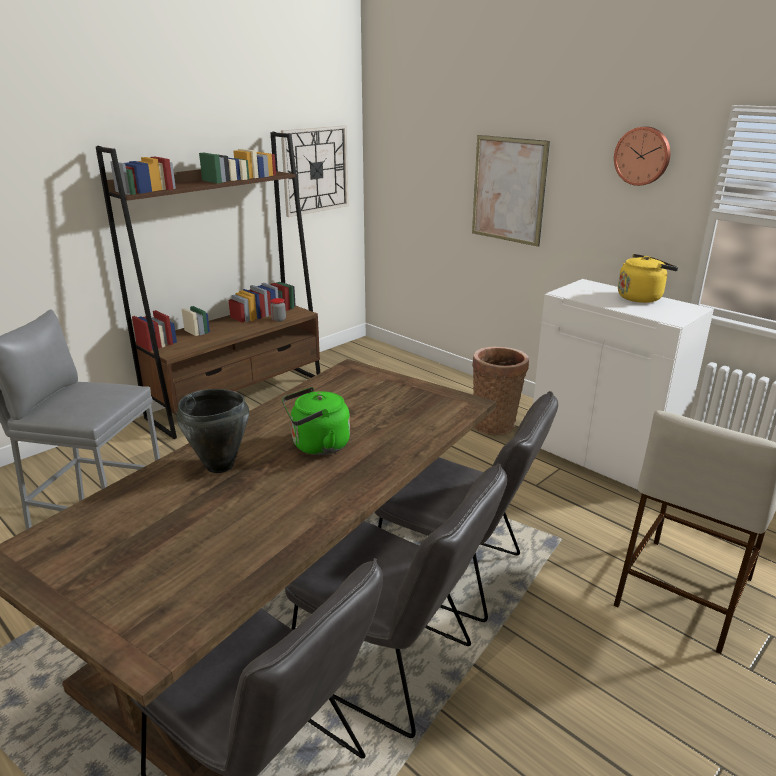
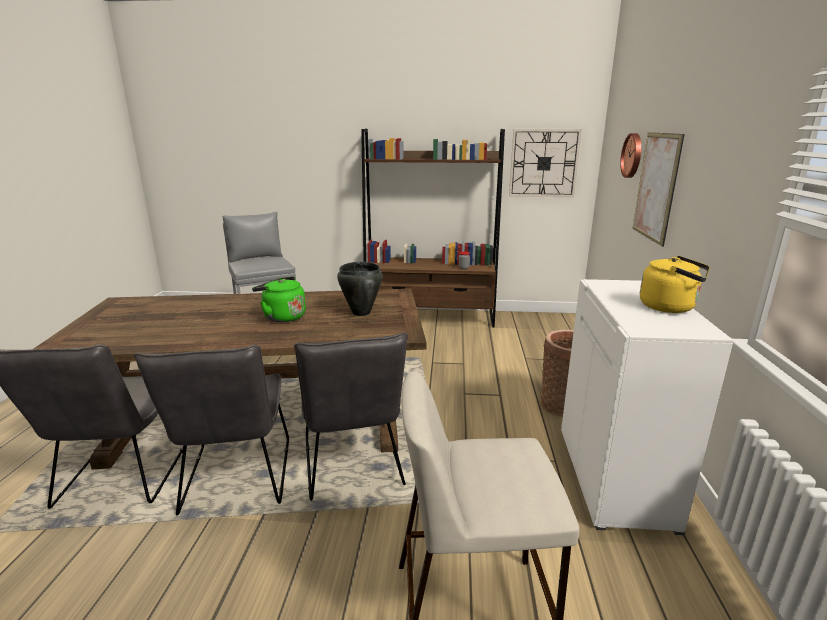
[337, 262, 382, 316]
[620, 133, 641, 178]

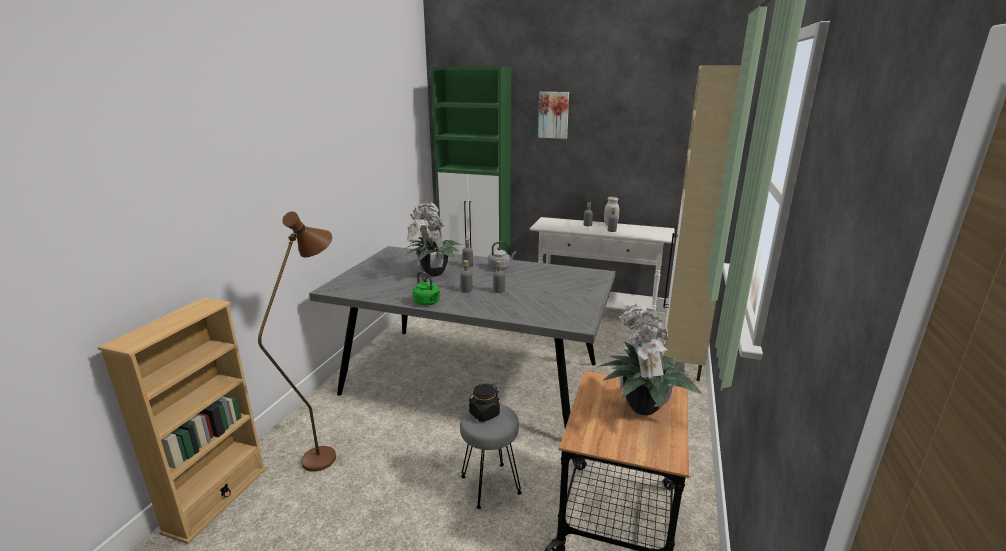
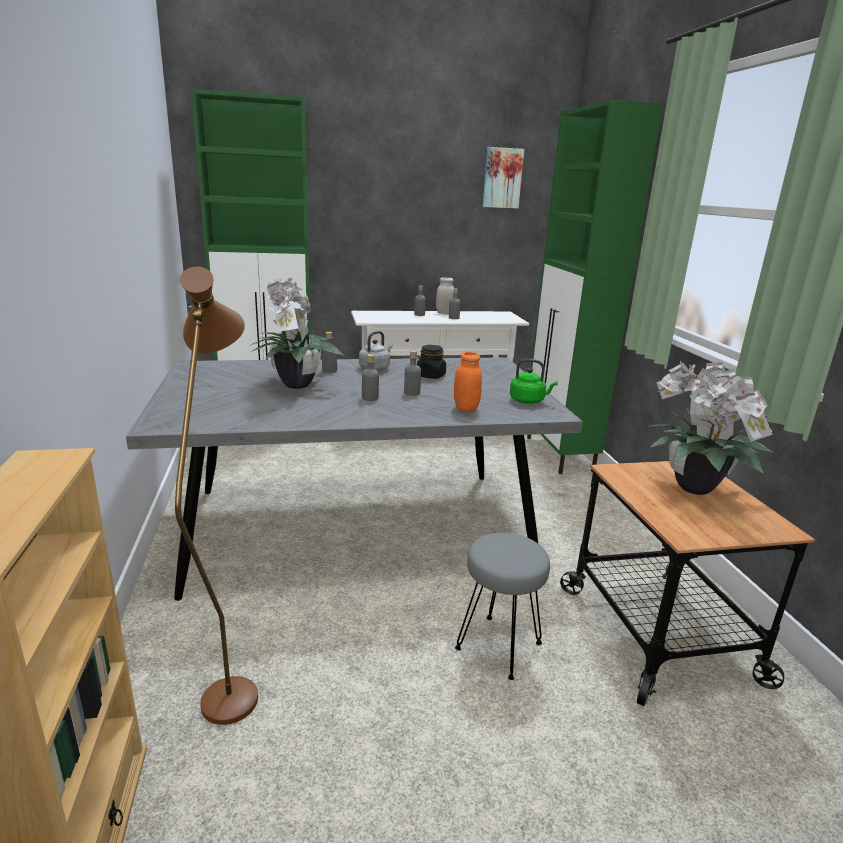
[510, 359, 558, 404]
[417, 345, 446, 379]
[483, 147, 524, 209]
[527, 99, 663, 474]
[454, 352, 482, 412]

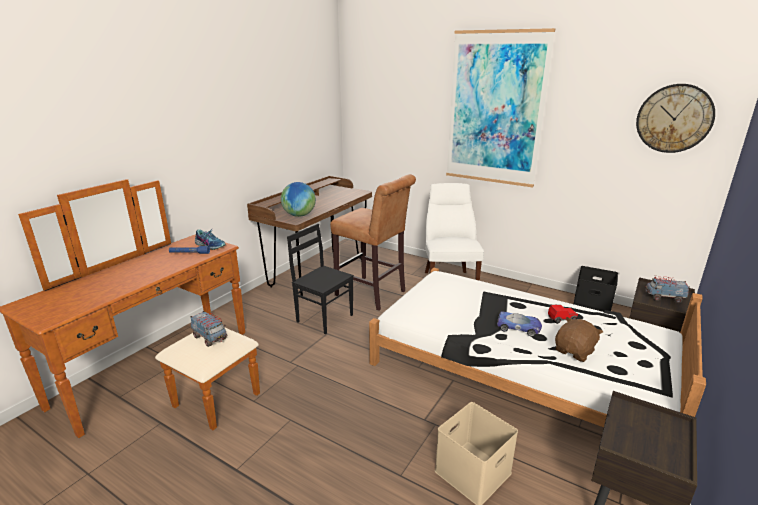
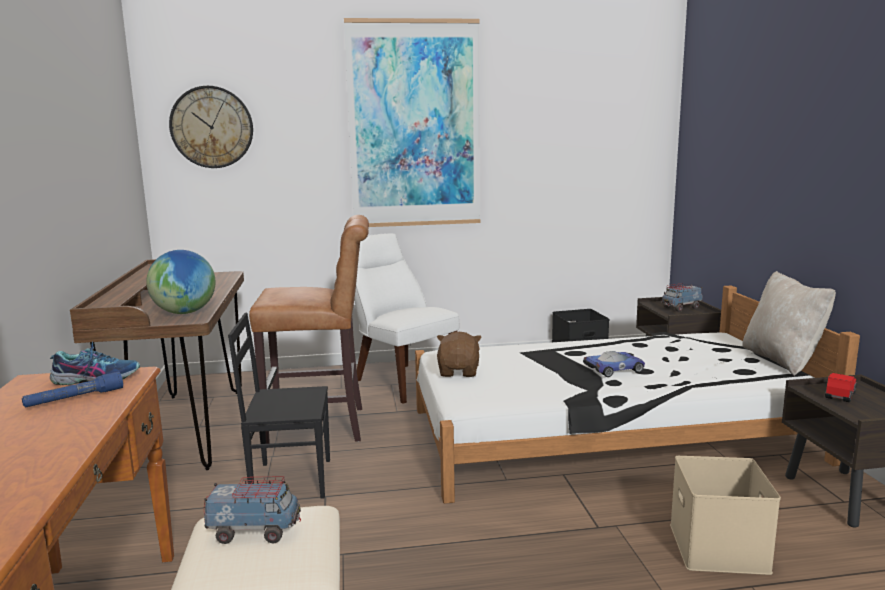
[825, 373, 857, 402]
[437, 332, 482, 377]
[169, 86, 253, 168]
[742, 271, 836, 376]

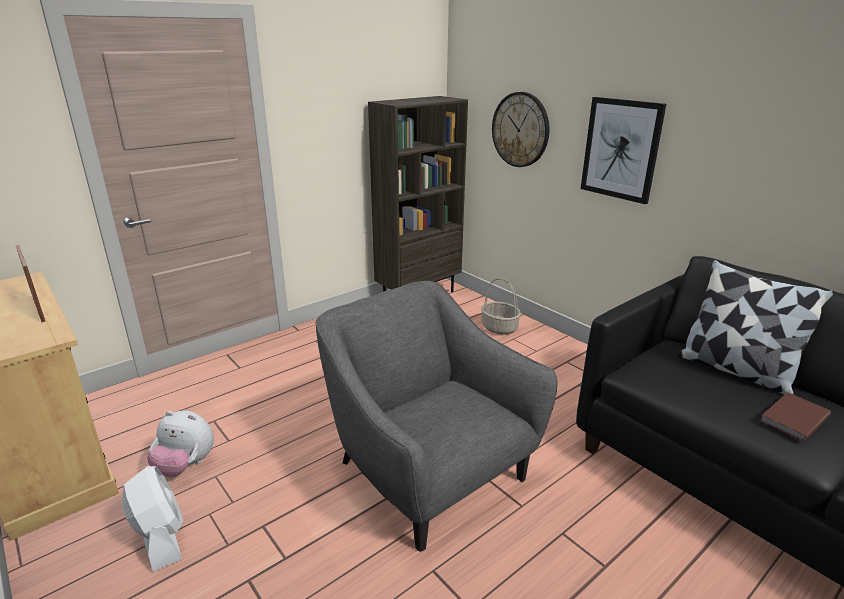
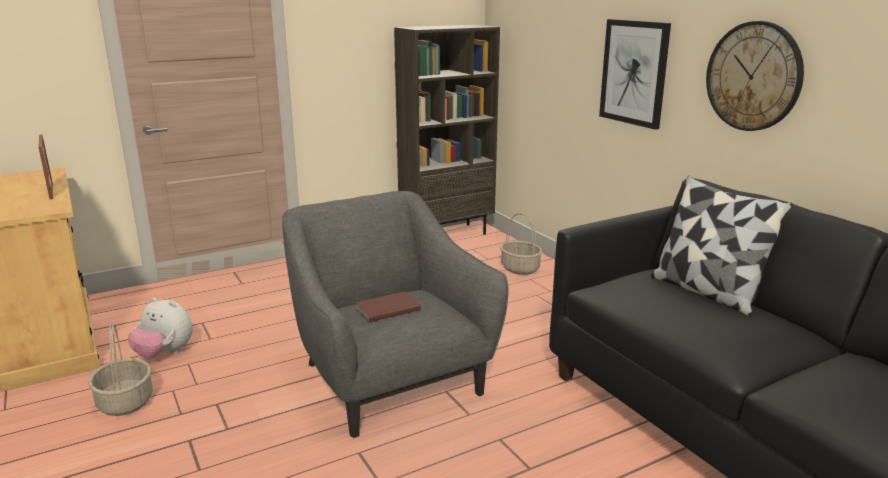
[88, 324, 153, 416]
[706, 21, 804, 131]
[355, 291, 421, 322]

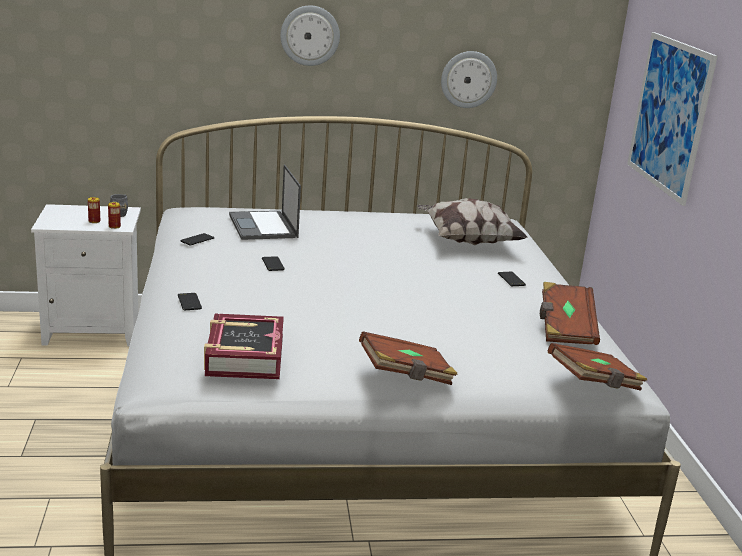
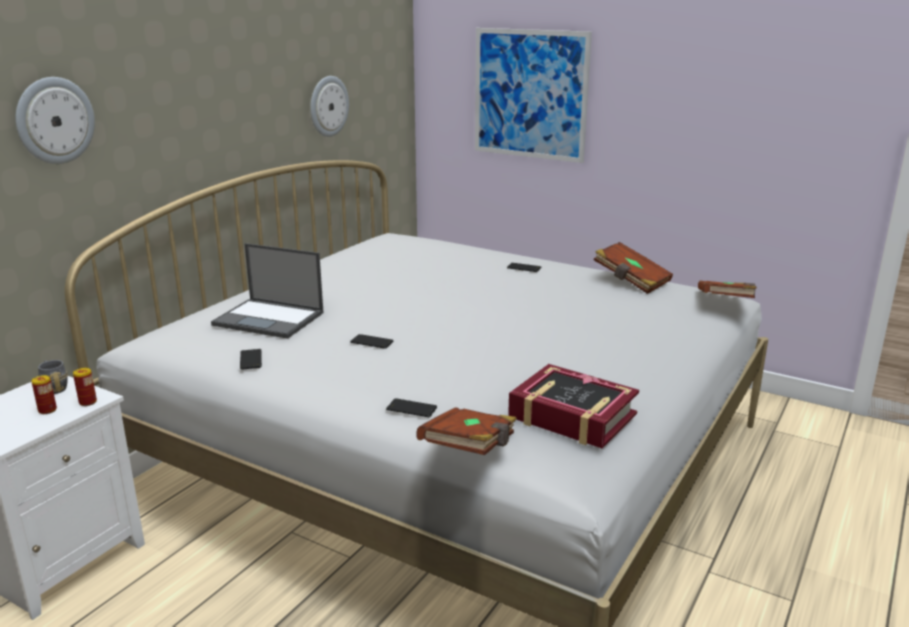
[15, 77, 95, 164]
[416, 407, 517, 455]
[417, 198, 527, 245] (first image)

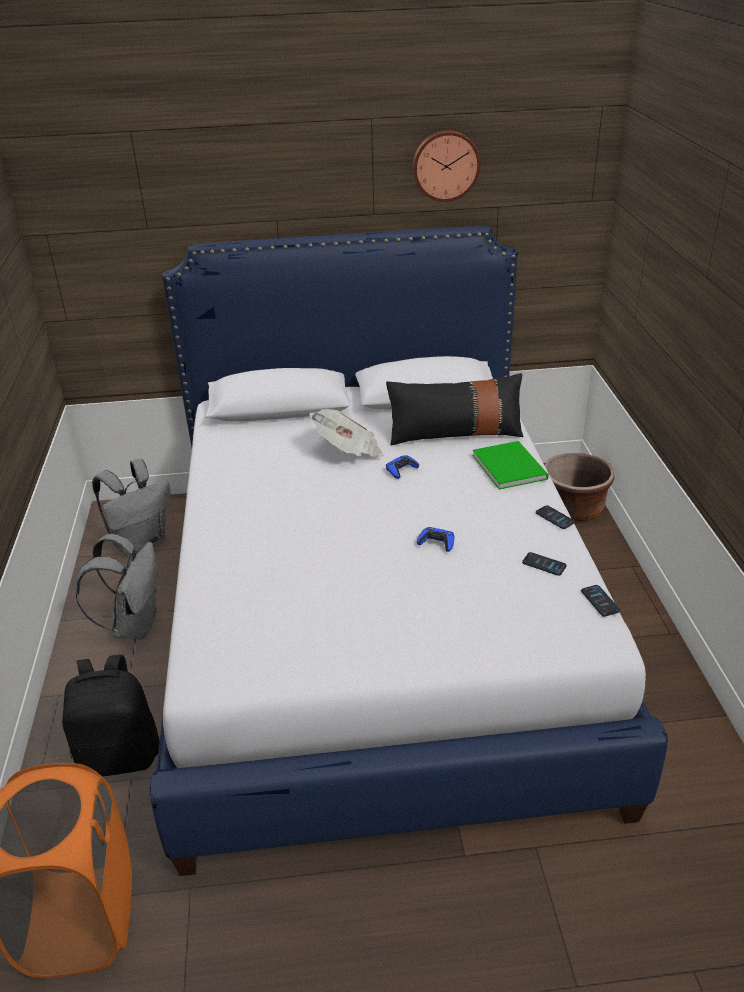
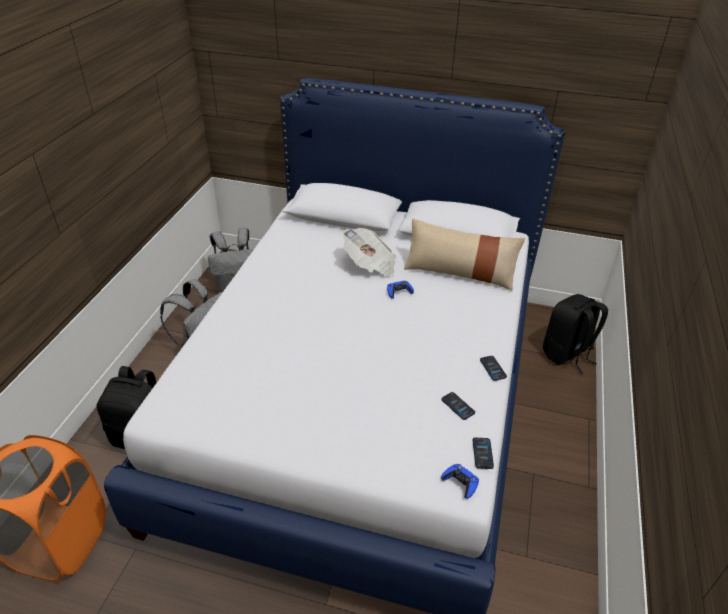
[404, 218, 525, 291]
[412, 130, 480, 202] (first image)
[441, 464, 479, 498]
[472, 441, 549, 489] (first image)
[543, 294, 608, 374]

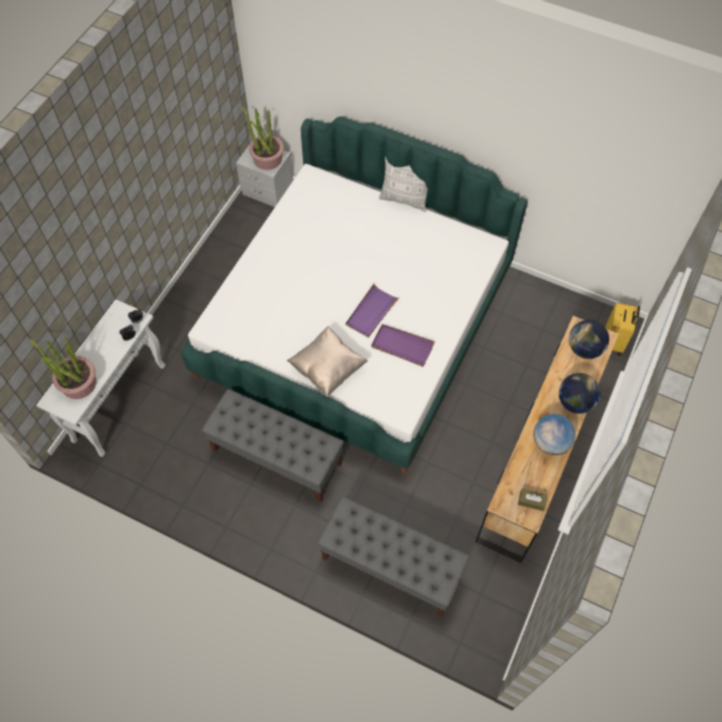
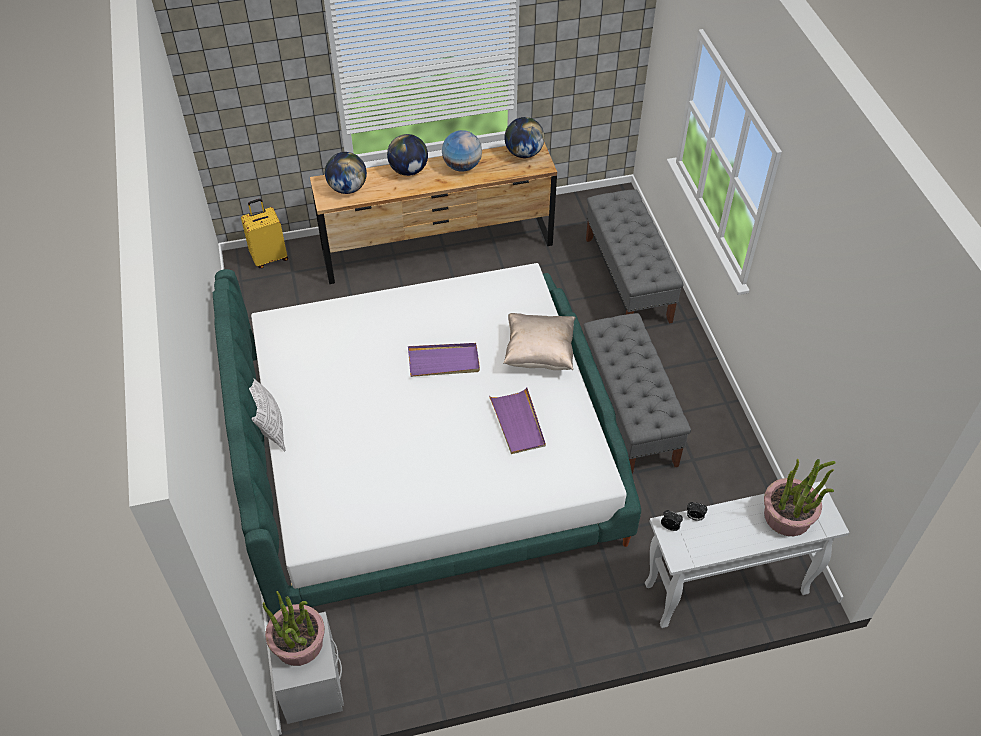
[489, 387, 546, 454]
[505, 117, 545, 158]

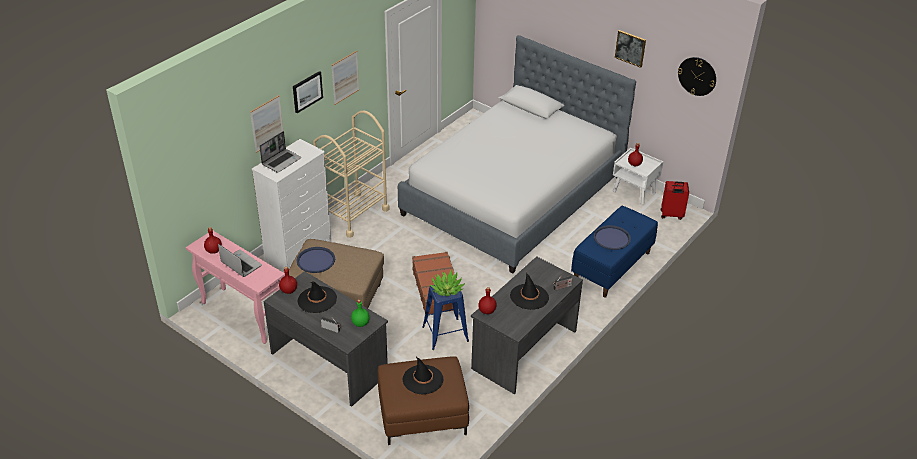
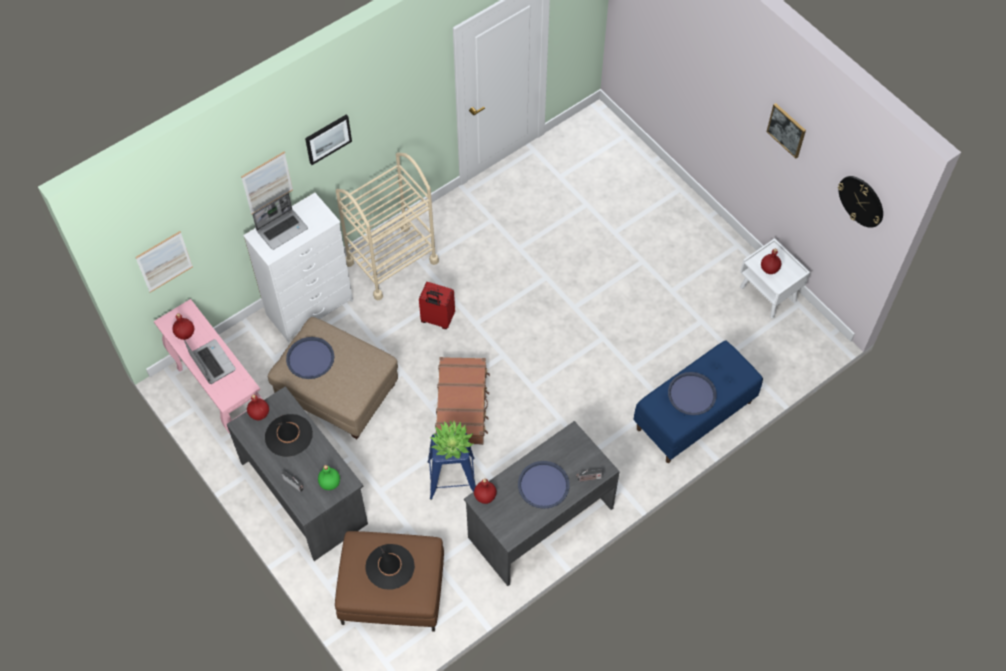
[135, 231, 193, 293]
[398, 35, 636, 274] (first image)
[518, 461, 570, 509]
[419, 282, 455, 329]

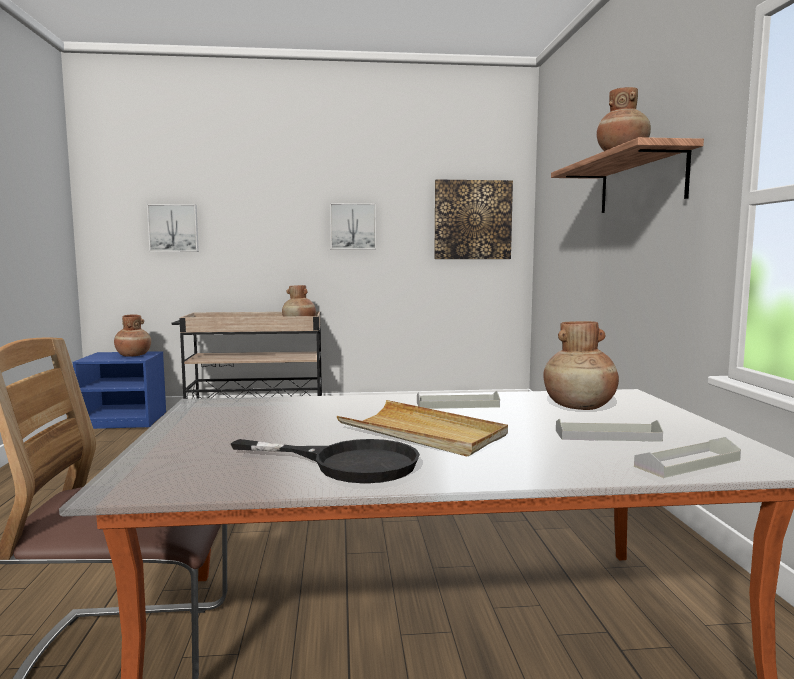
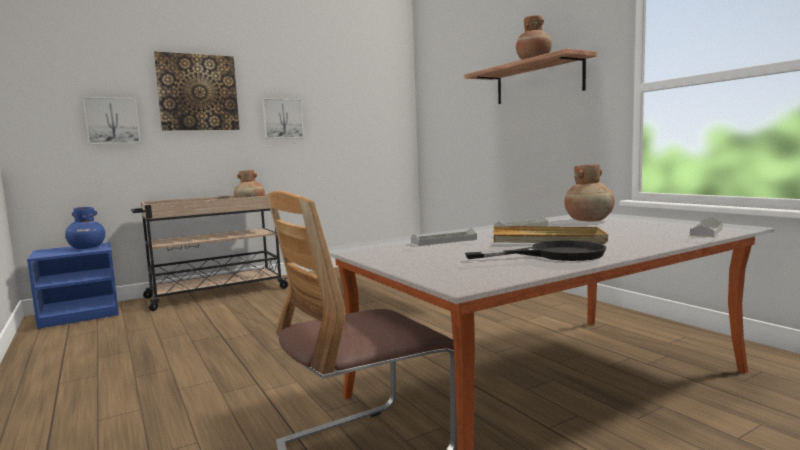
[65, 207, 105, 249]
[154, 52, 239, 130]
[411, 227, 477, 246]

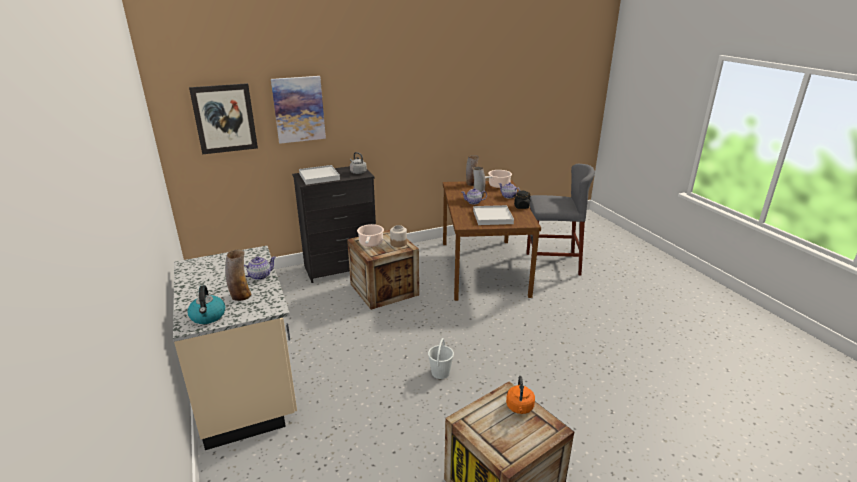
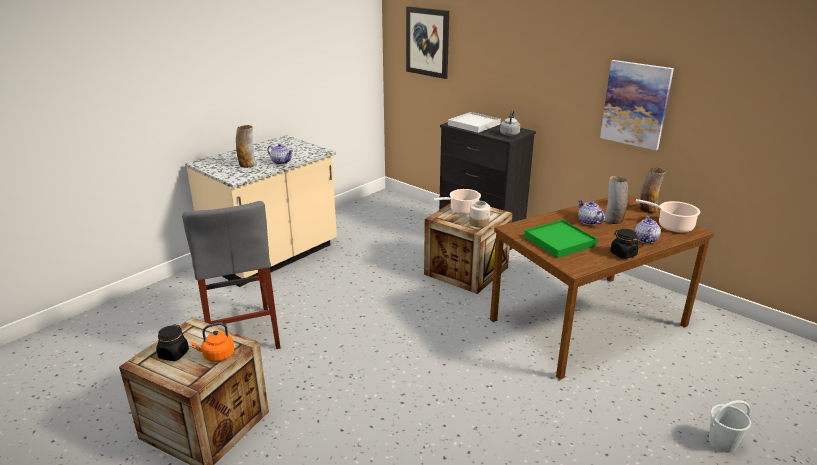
[187, 285, 225, 324] (first image)
[600, 60, 674, 150]
[709, 400, 751, 453]
[524, 220, 598, 258]
[182, 201, 280, 349]
[156, 324, 189, 361]

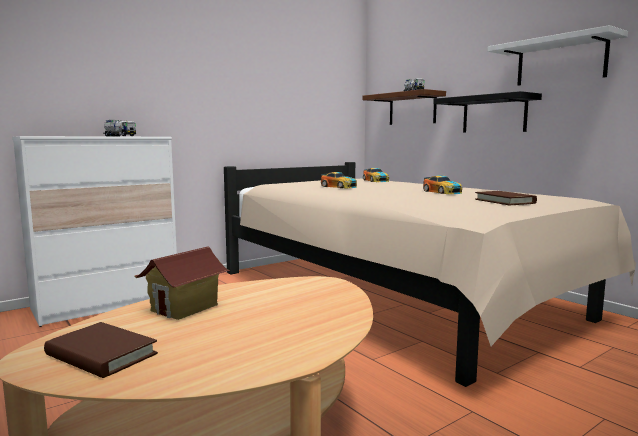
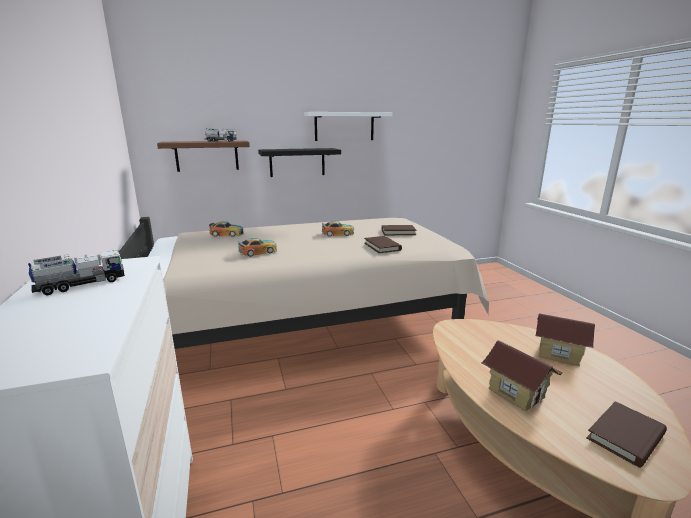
[364, 236, 402, 254]
[536, 313, 595, 366]

